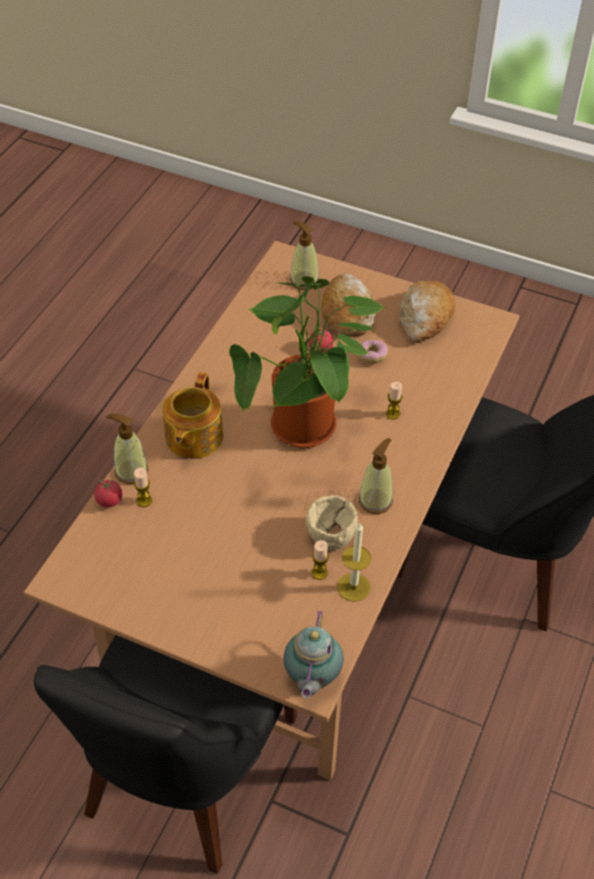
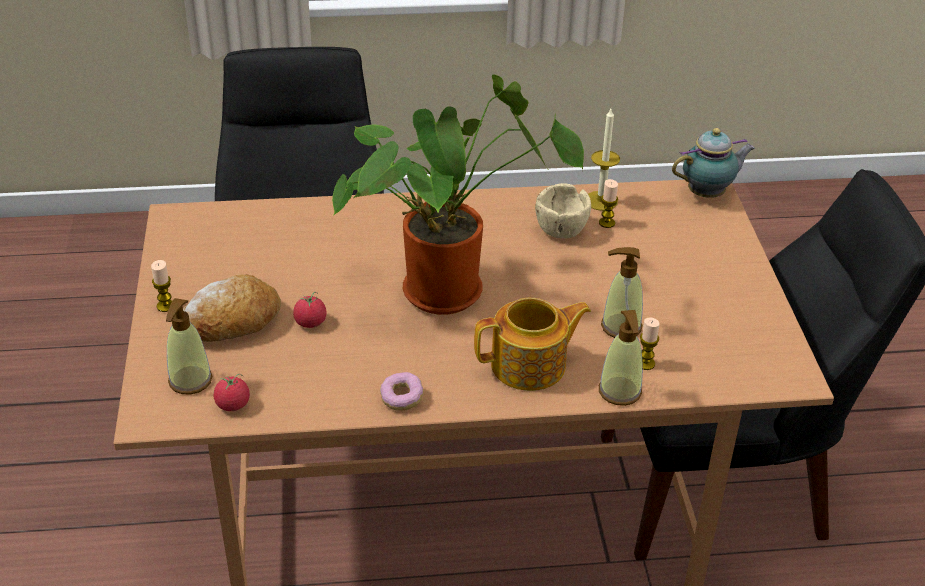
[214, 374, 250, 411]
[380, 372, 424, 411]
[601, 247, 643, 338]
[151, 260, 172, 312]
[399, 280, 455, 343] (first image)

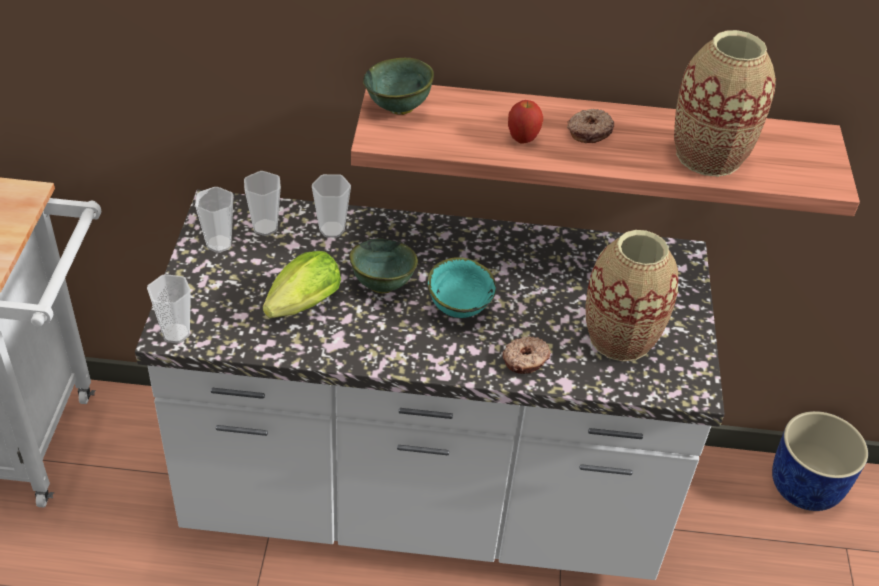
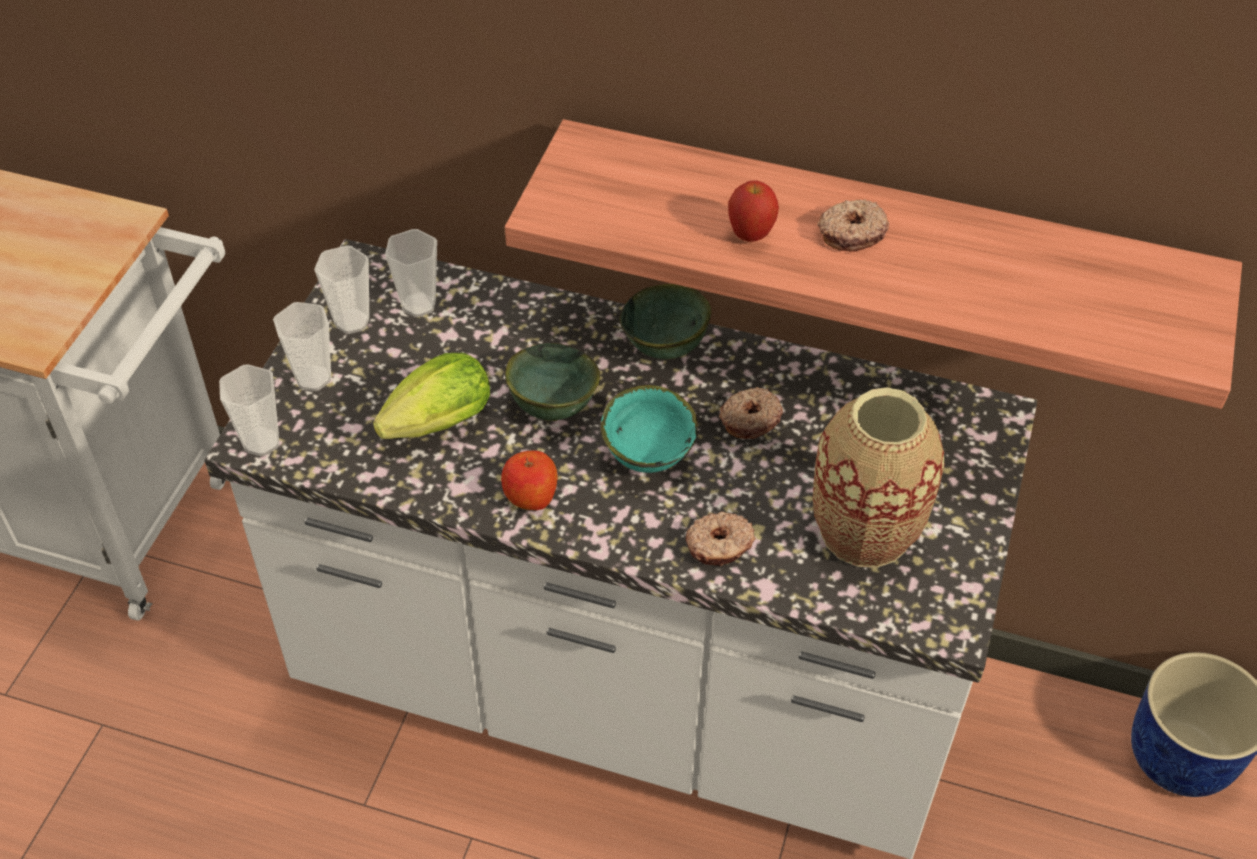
[273, 302, 331, 391]
[620, 284, 711, 360]
[674, 30, 776, 177] (first image)
[501, 450, 557, 510]
[719, 387, 783, 439]

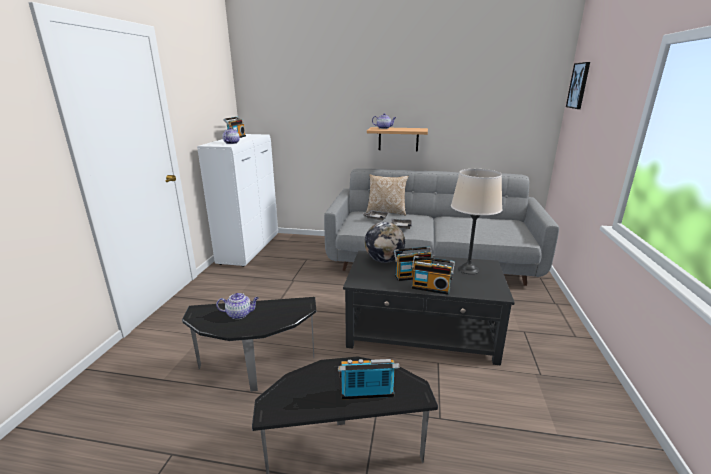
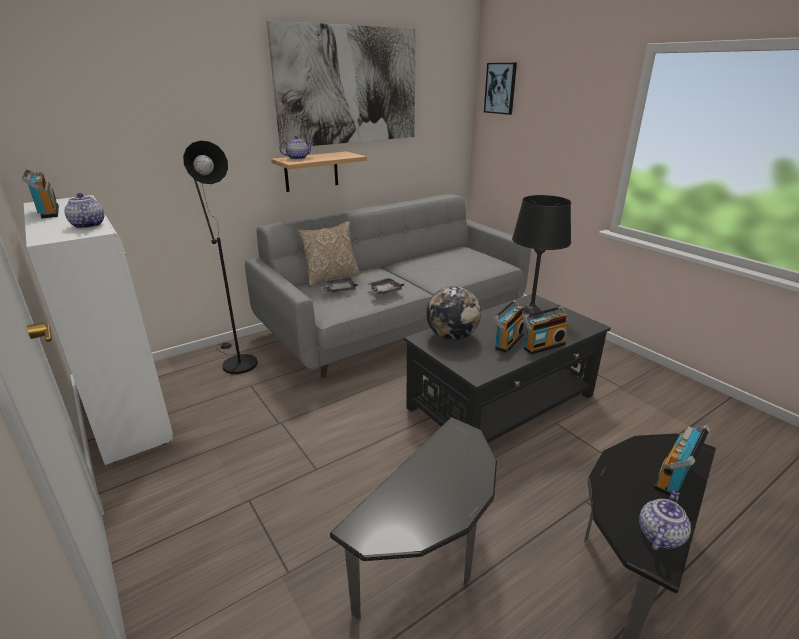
[639, 490, 691, 550]
[512, 195, 571, 318]
[183, 140, 258, 374]
[267, 21, 416, 149]

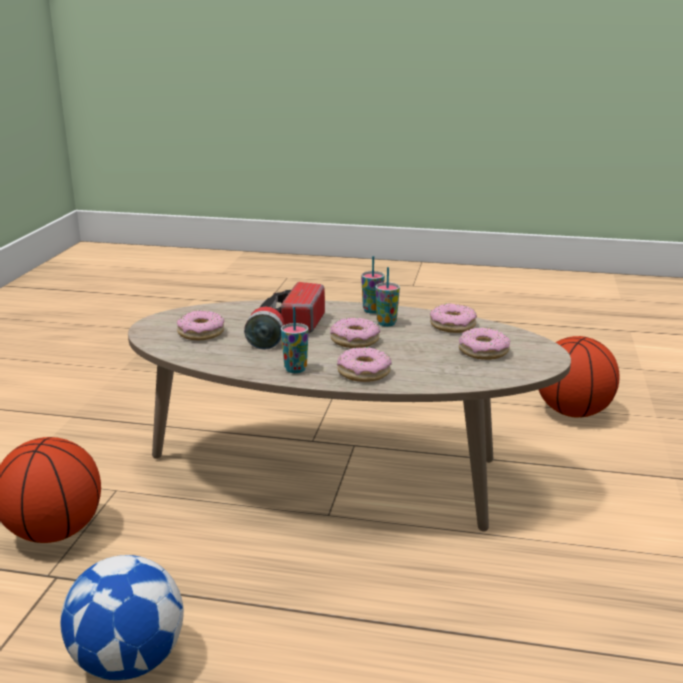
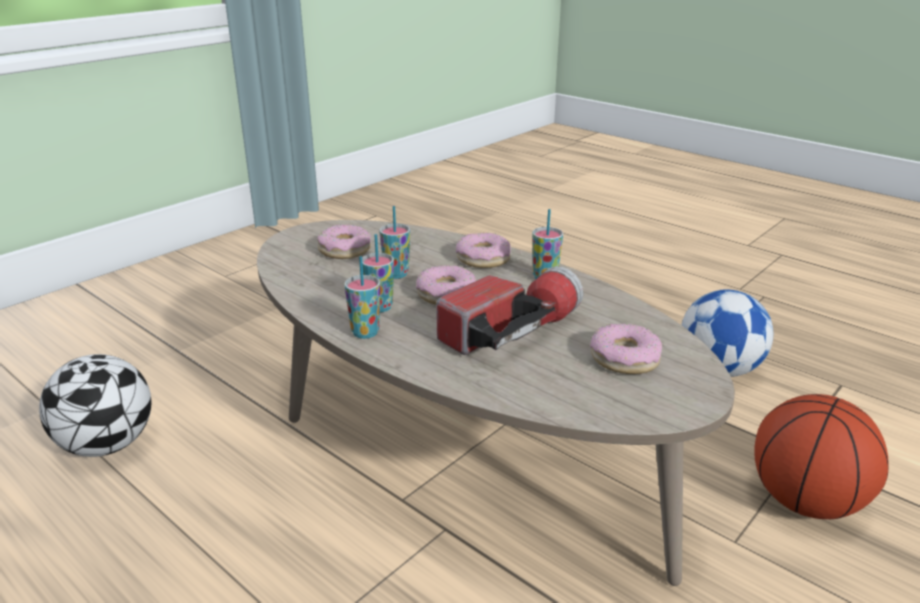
[430, 303, 477, 333] (first image)
[39, 354, 151, 457]
[379, 206, 410, 279]

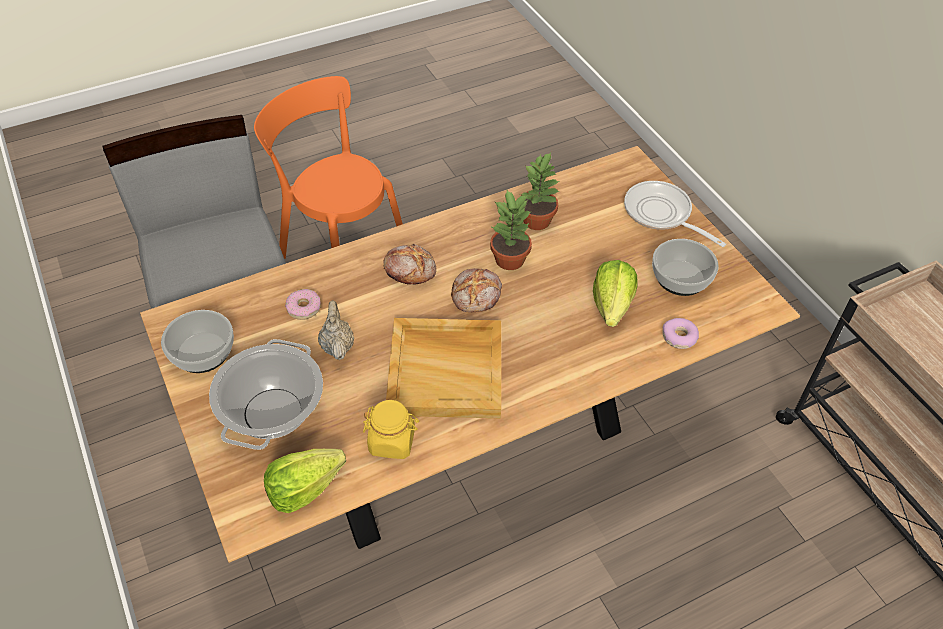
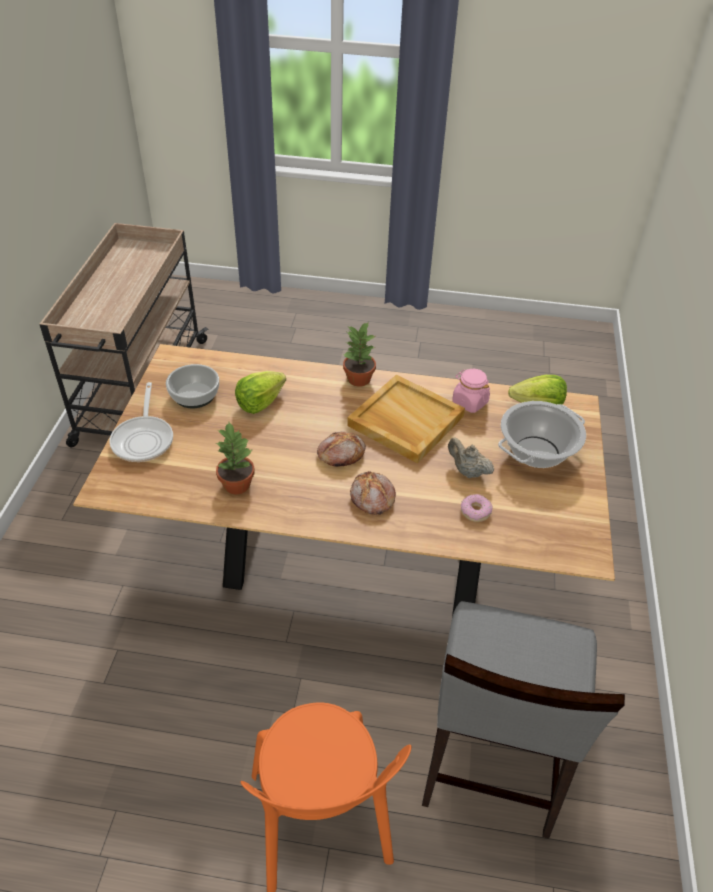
[161, 310, 234, 373] (first image)
[448, 437, 494, 478]
[452, 369, 490, 413]
[342, 323, 376, 387]
[662, 318, 699, 349] (first image)

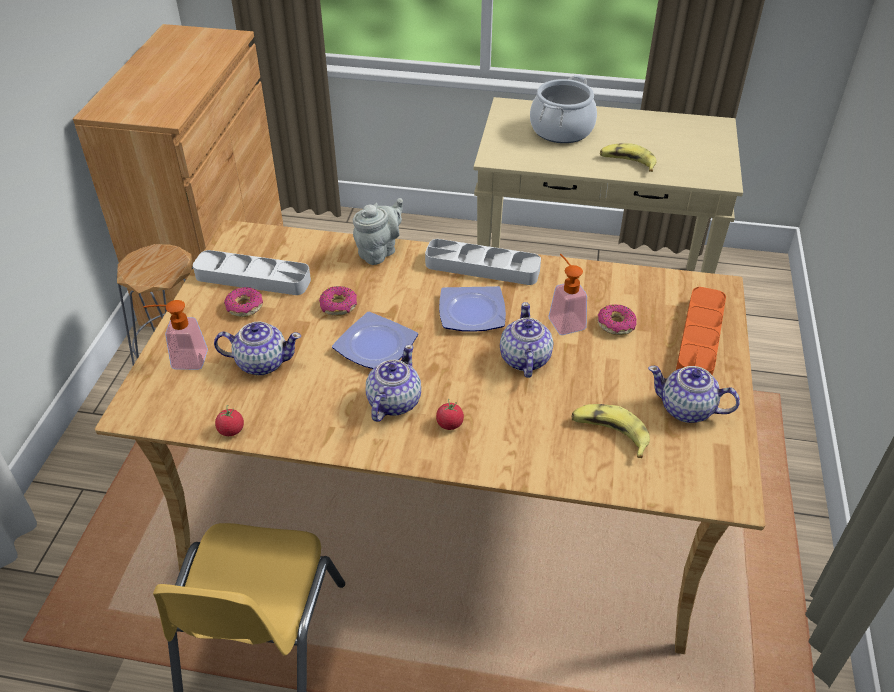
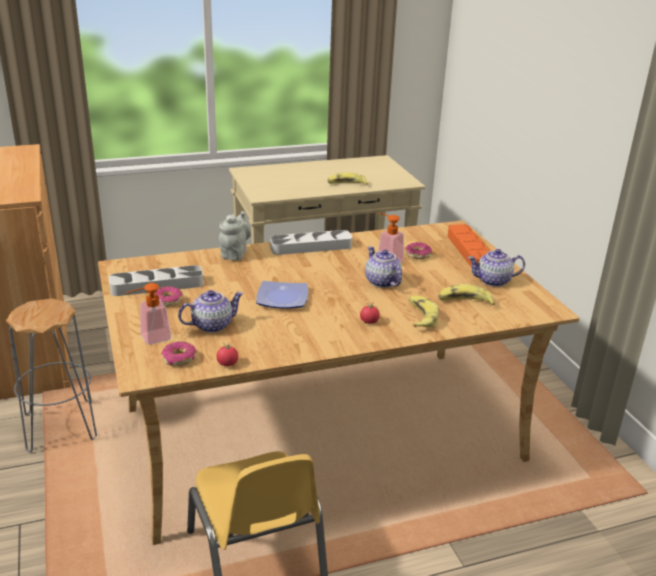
[161, 341, 197, 366]
[366, 344, 421, 422] (first image)
[439, 286, 506, 332] (first image)
[530, 75, 597, 143] (first image)
[408, 295, 439, 327]

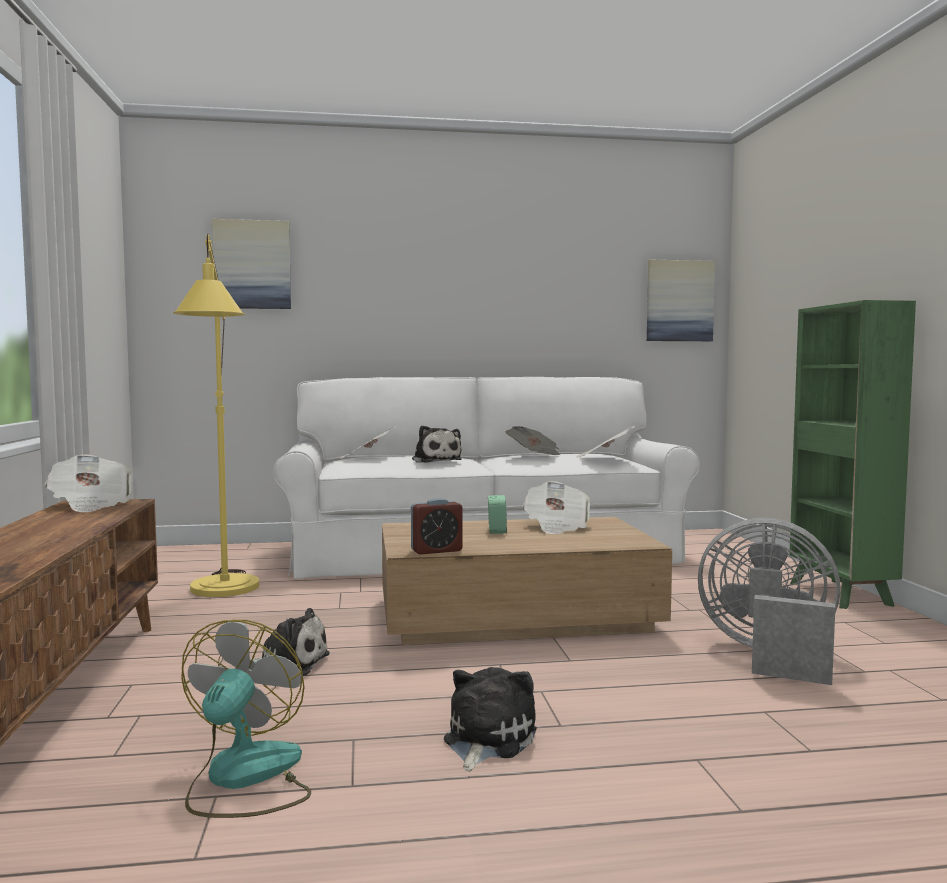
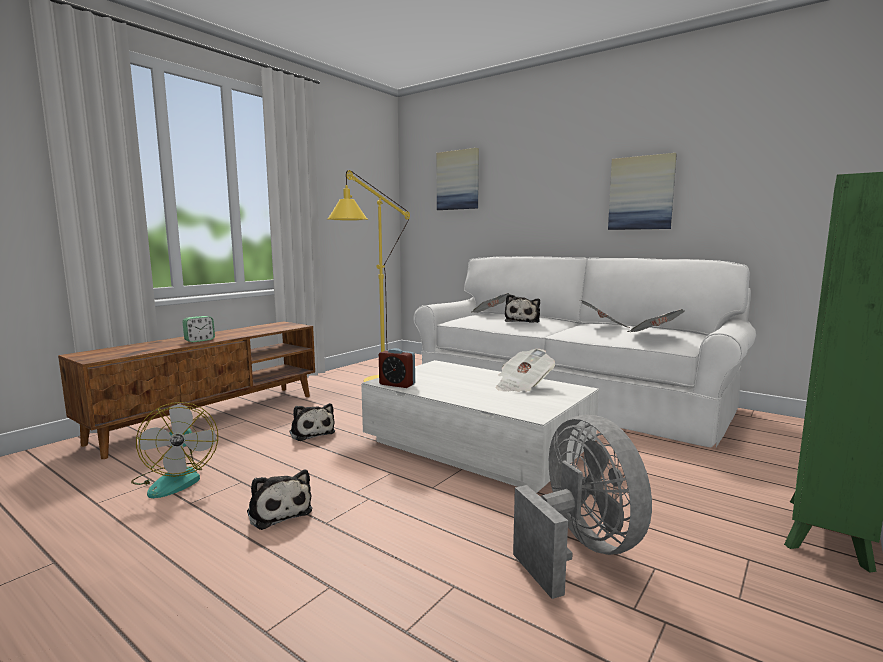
[45, 454, 132, 512] (first image)
[131, 402, 218, 498]
[361, 360, 599, 493]
[247, 470, 312, 530]
[183, 316, 215, 343]
[608, 153, 677, 230]

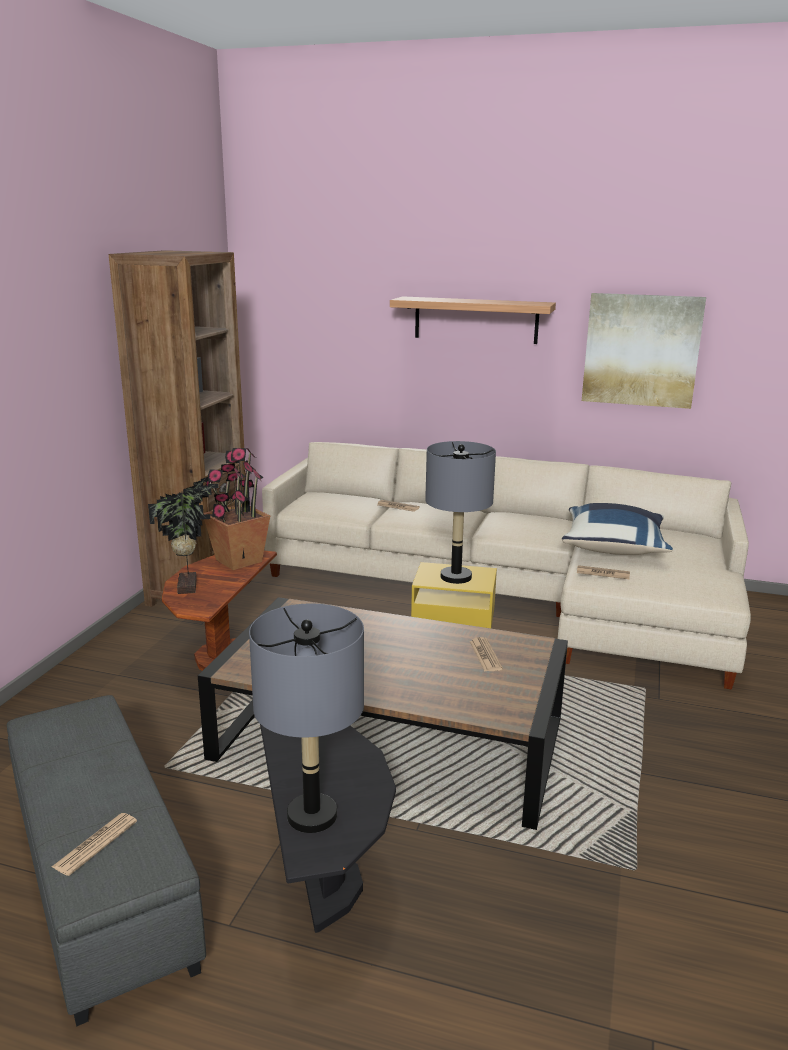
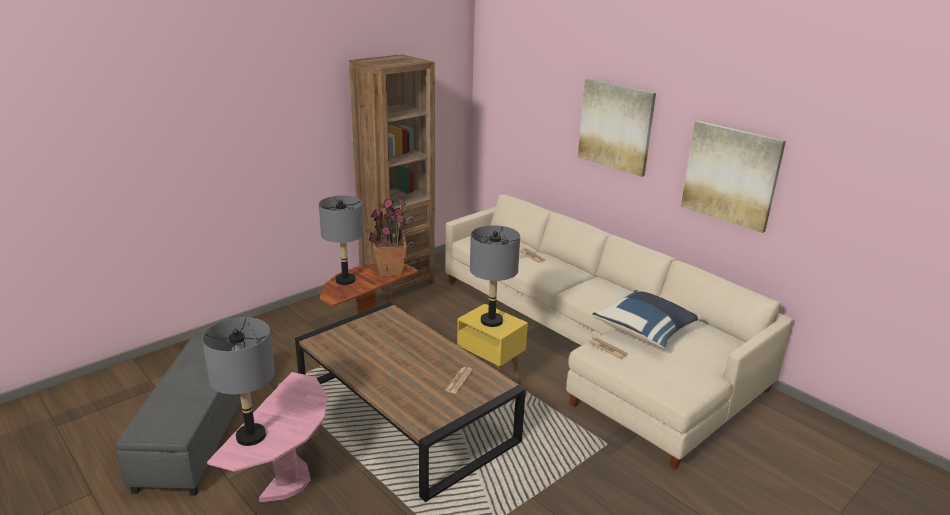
[52, 813, 137, 876] (first image)
[319, 195, 364, 285]
[207, 372, 327, 502]
[578, 79, 656, 177]

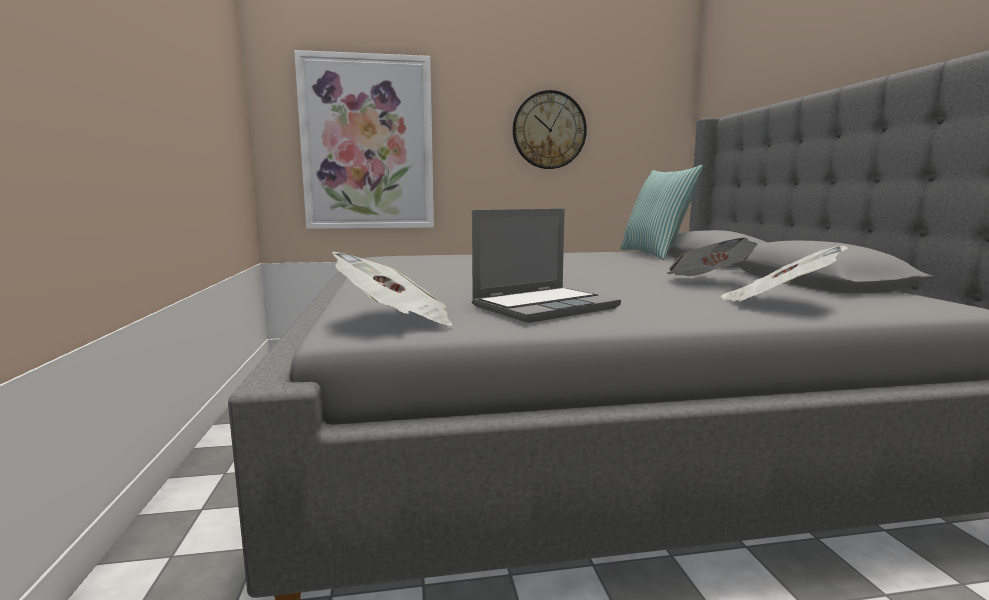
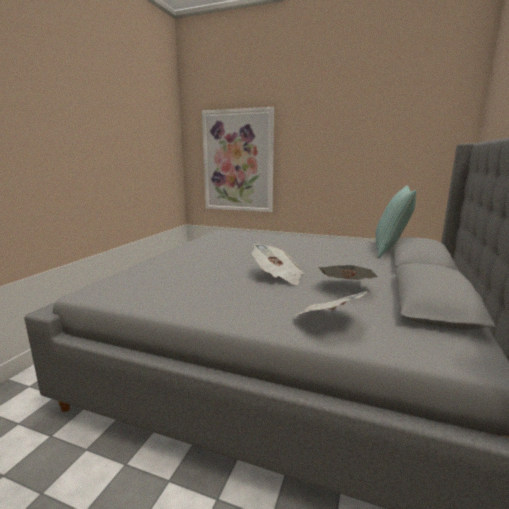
[252, 244, 303, 285]
[472, 209, 621, 323] (first image)
[513, 90, 587, 169] (first image)

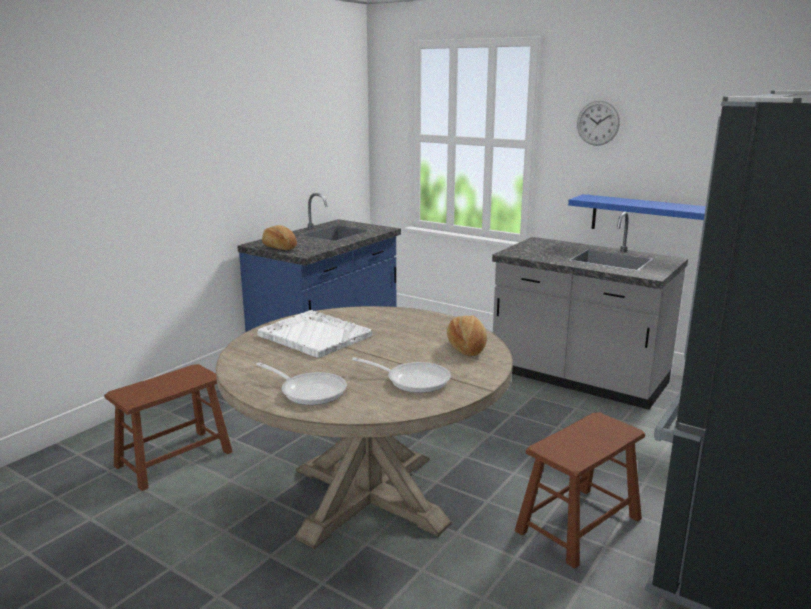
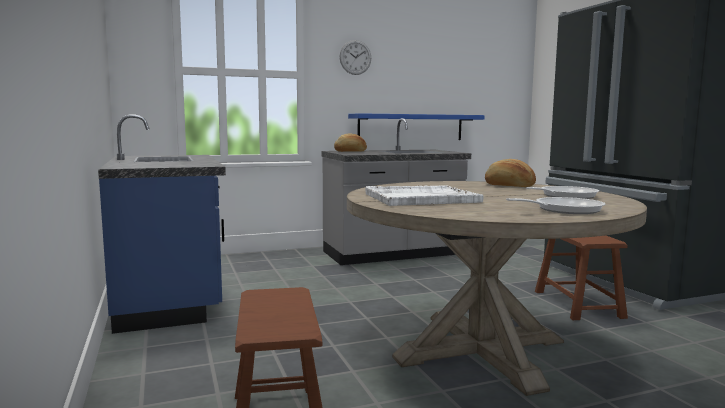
[334, 134, 367, 152]

